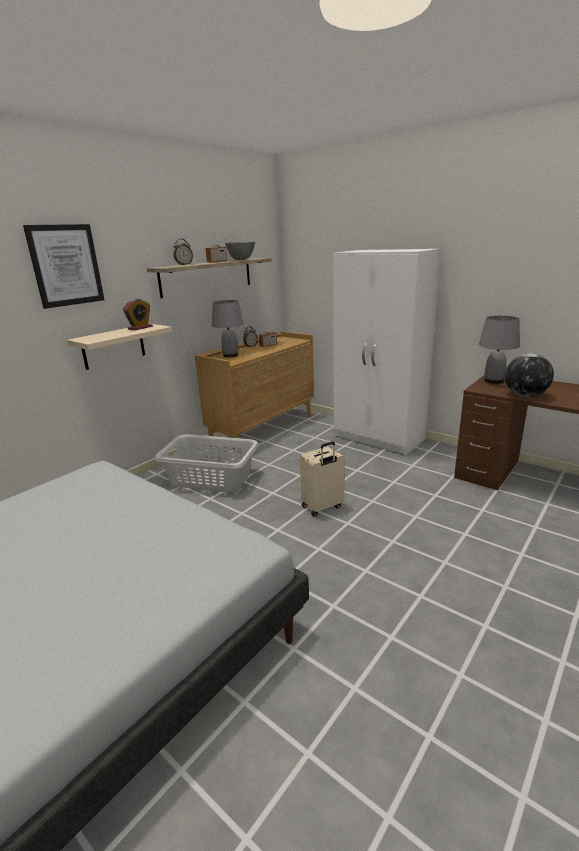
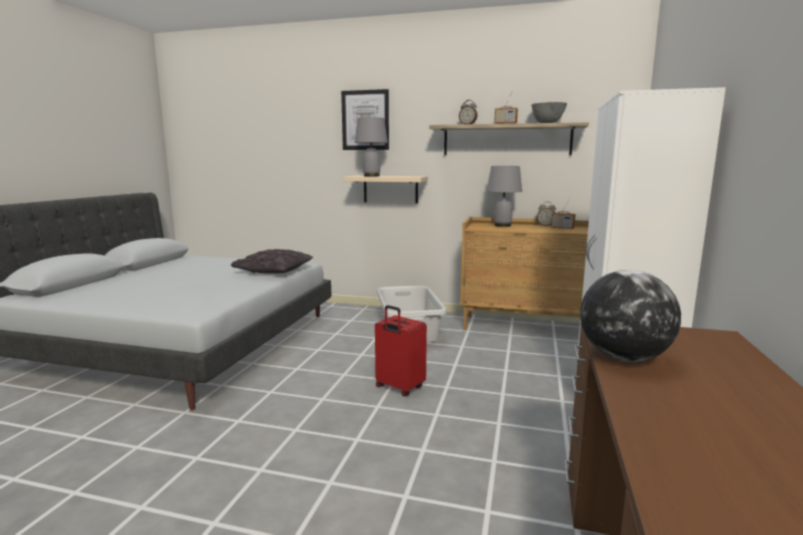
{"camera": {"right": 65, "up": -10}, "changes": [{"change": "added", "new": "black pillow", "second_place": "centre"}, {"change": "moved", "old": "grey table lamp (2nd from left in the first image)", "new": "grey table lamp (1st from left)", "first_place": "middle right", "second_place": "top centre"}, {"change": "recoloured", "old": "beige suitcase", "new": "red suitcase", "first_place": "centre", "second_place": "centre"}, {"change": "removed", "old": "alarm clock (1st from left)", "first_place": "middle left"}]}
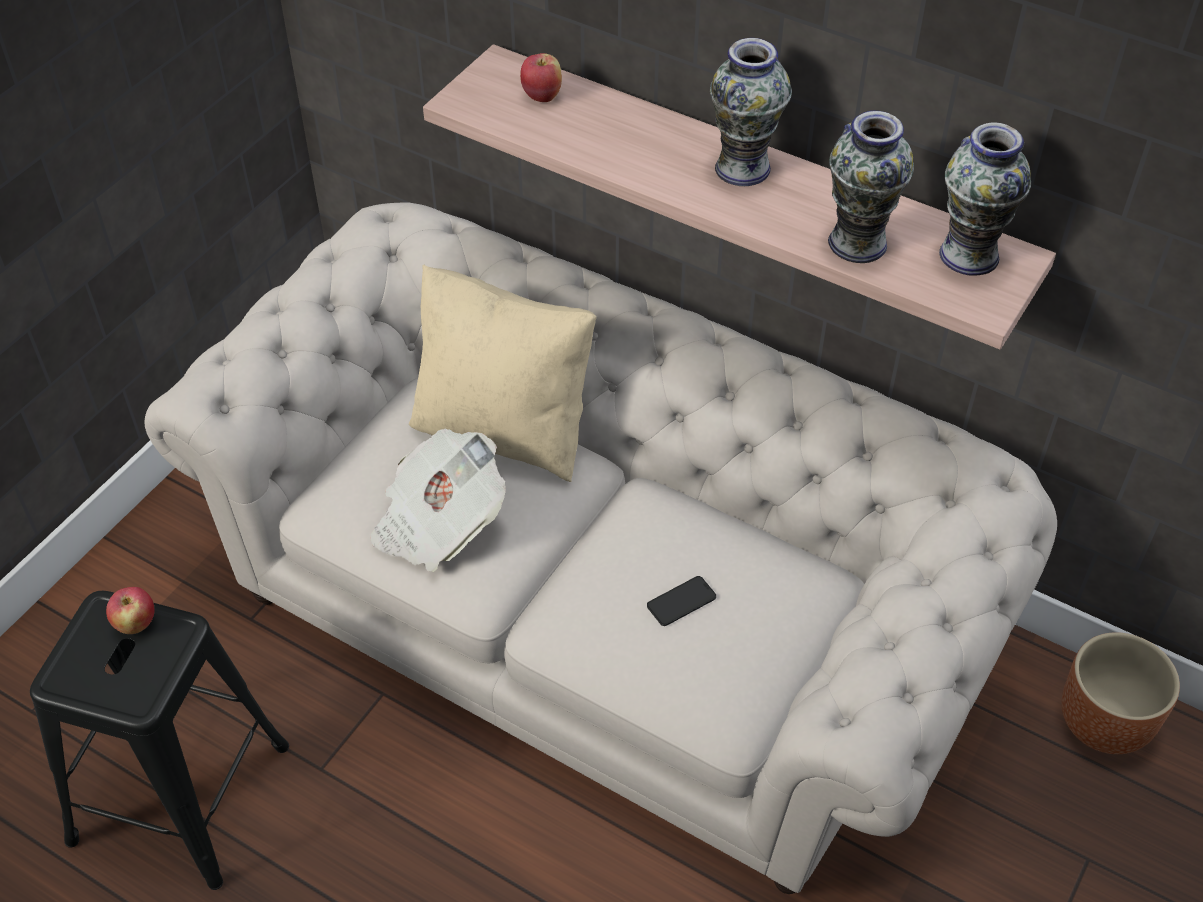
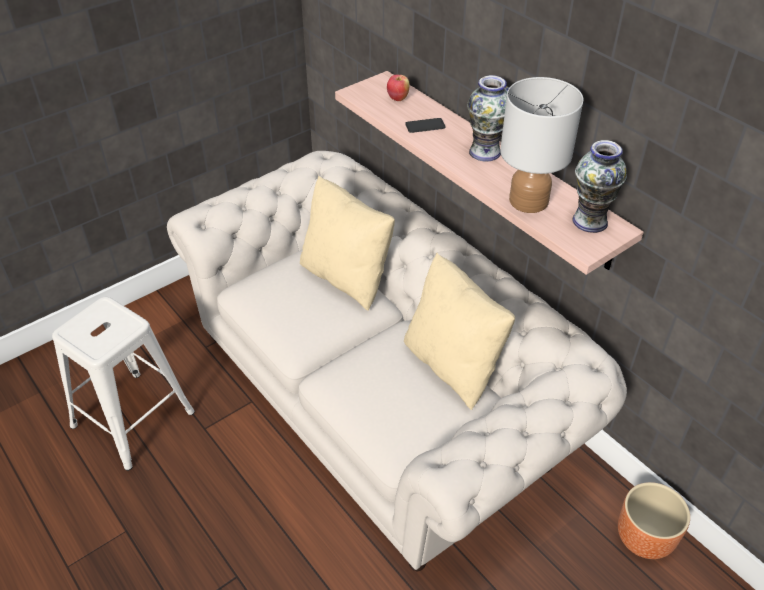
{"camera": {"right": 20, "up": -5}, "changes": [{"change": "recoloured", "old": "black stool", "new": "white stool", "first_place": "bottom left", "second_place": "middle left"}, {"change": "added", "new": "beige pillow (2nd from left)", "second_place": "centre"}, {"change": "moved", "old": "phone", "first_place": "centre", "second_place": "top centre"}, {"change": "replaced", "old": "vase (2nd from left)", "new": "grey table lamp", "first_place": "top right", "second_place": "top right"}, {"change": "removed", "old": "apple (1st from left)", "first_place": "bottom left"}, {"change": "removed", "old": "newspaper", "first_place": "centre"}]}
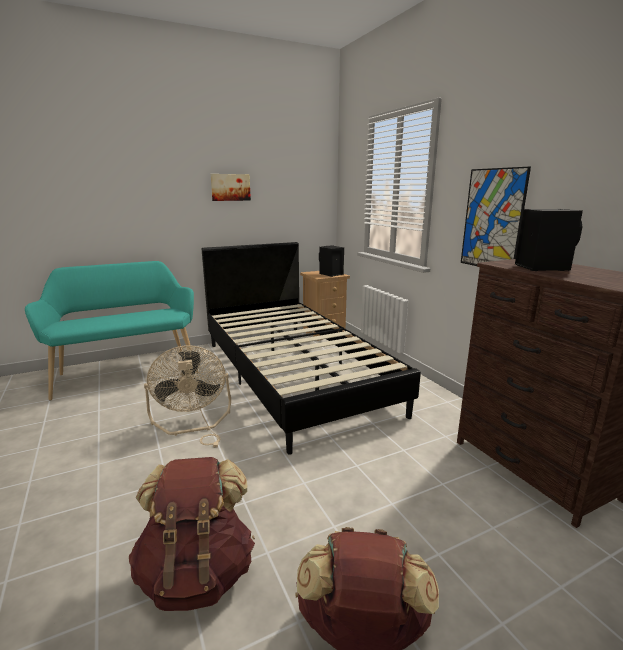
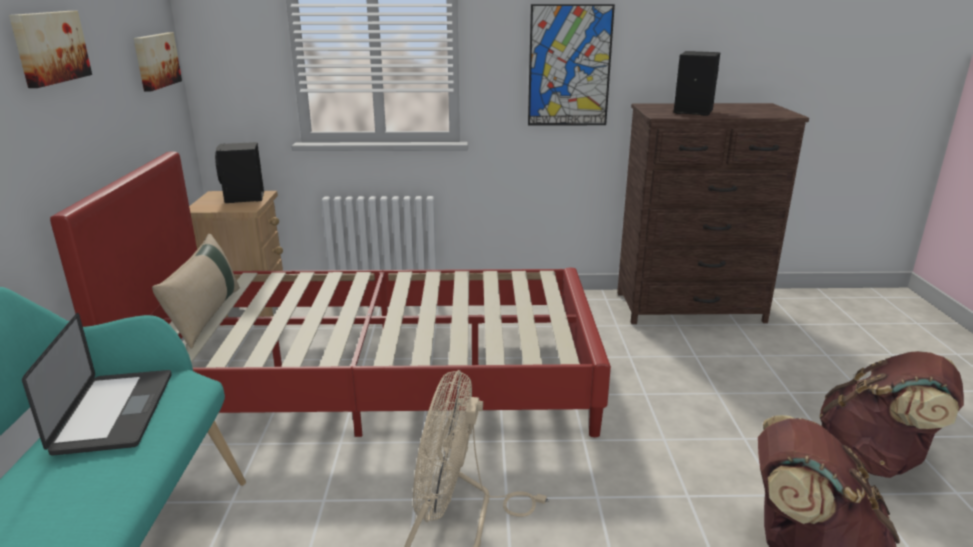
{"camera": {"right": -65, "up": 5}, "changes": [{"change": "added", "new": "laptop", "second_place": "bottom left"}, {"change": "recoloured", "old": "black bed", "new": "red bed", "first_place": "centre", "second_place": "centre"}, {"change": "added", "new": "picture (2nd from left)", "second_place": "top left"}, {"change": "added", "new": "beige pillow", "second_place": "middle left"}]}
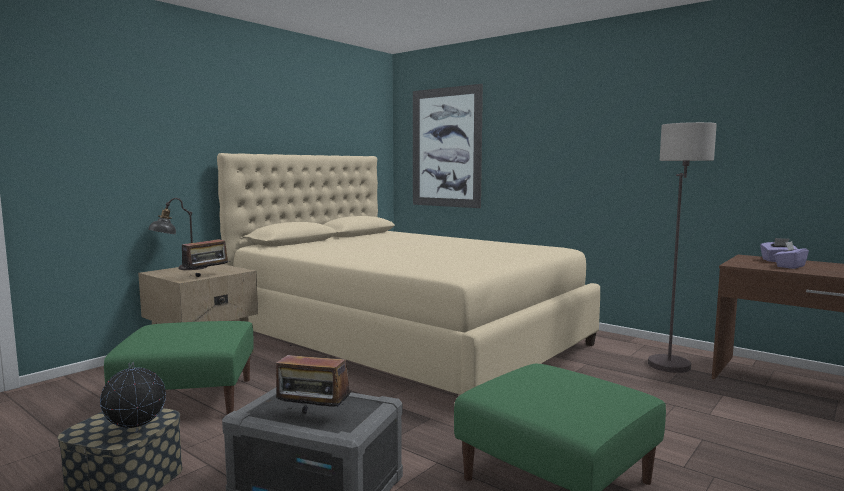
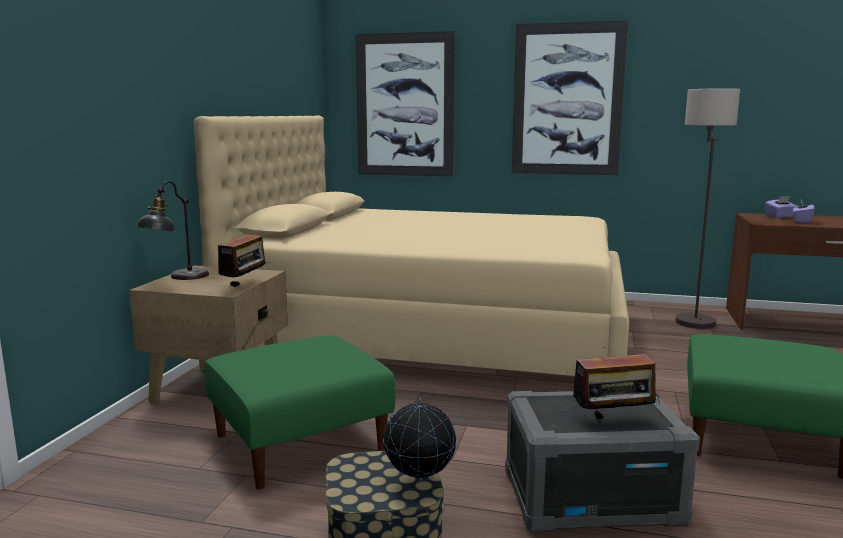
{"camera": {"right": -25, "up": 5}, "changes": [{"change": "added", "new": "picture (2nd from left)", "second_place": "top right"}]}
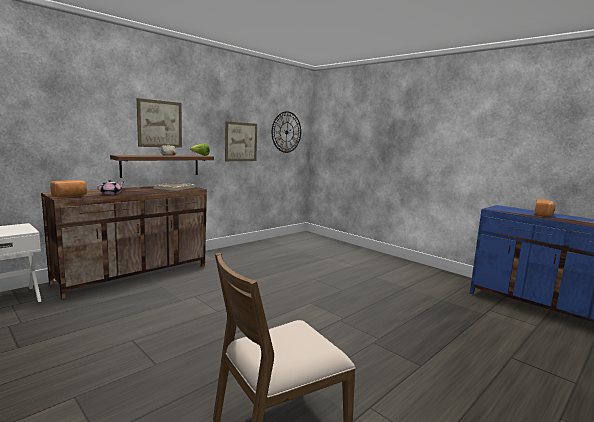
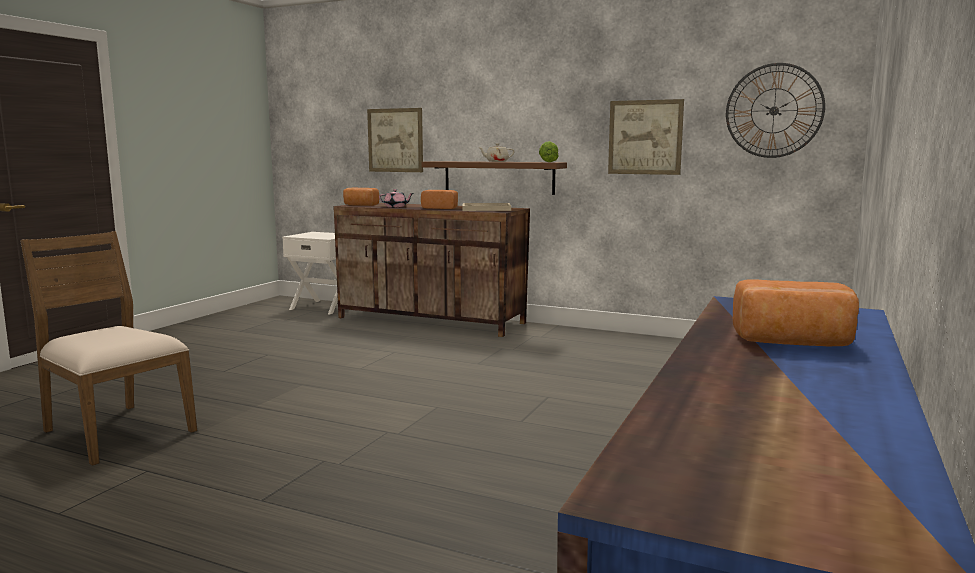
{"camera": {"right": 70, "up": 0}, "changes": [{"change": "moved", "old": "picture (1st from left)", "first_place": "top left", "second_place": "top centre"}, {"change": "added", "new": "bread (2nd from left)", "second_place": "centre"}]}
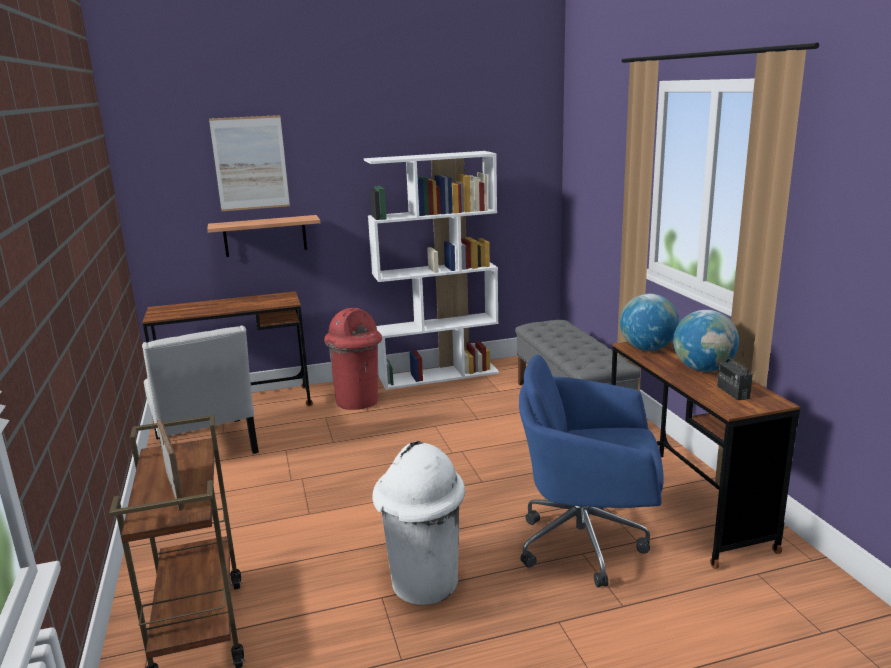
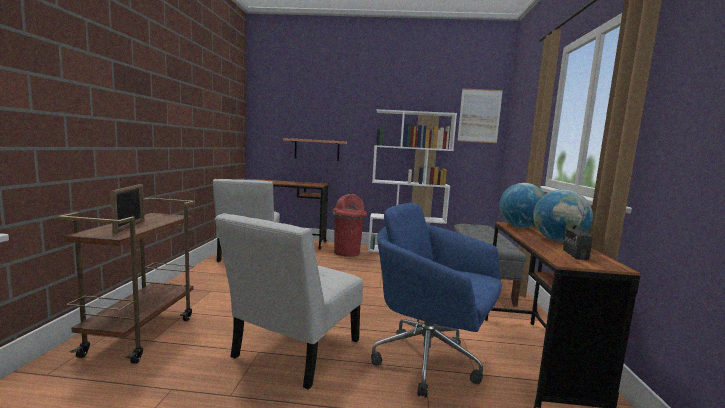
{"camera": {"right": 20, "up": -10}, "changes": [{"change": "replaced", "old": "white trash can", "new": "white chair (2nd from left)", "first_place": "bottom centre", "second_place": "bottom centre"}, {"change": "moved", "old": "picture", "first_place": "top left", "second_place": "top centre"}]}
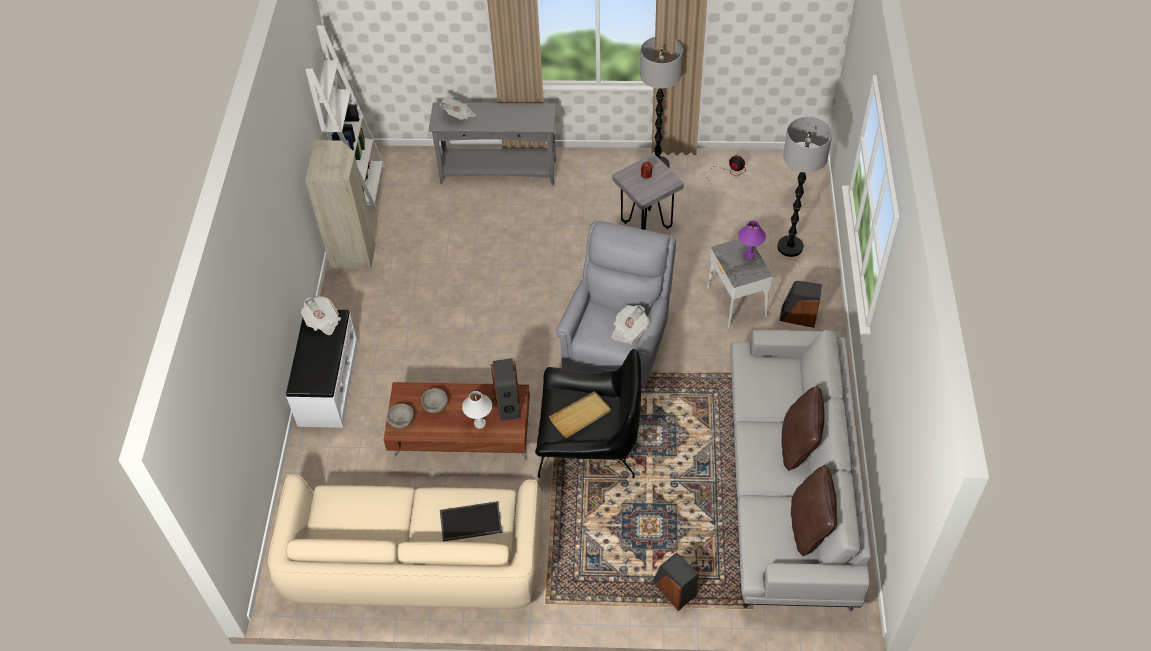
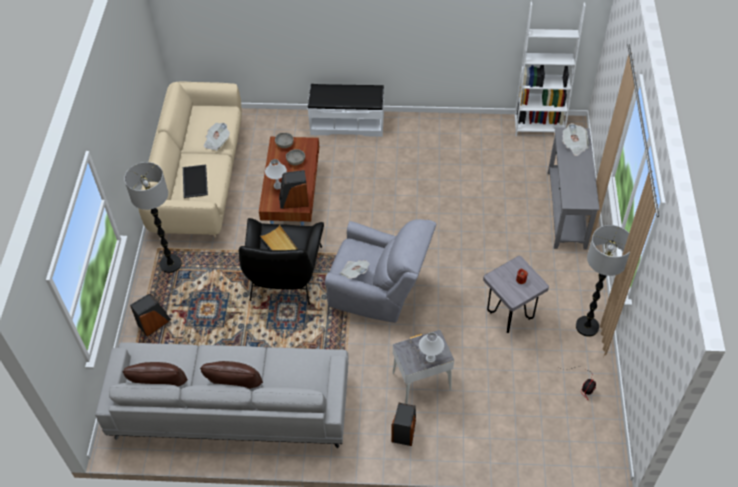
{"camera": {"right": 90, "up": 0}, "changes": [{"change": "moved", "old": "floor lamp (2nd from left in the first image)", "new": "floor lamp (1st from left)", "first_place": "top right", "second_place": "middle left"}, {"change": "moved", "old": "newspaper (1st from left)", "first_place": "middle left", "second_place": "top left"}, {"change": "recoloured", "old": "purple table lamp", "new": "white table lamp (2nd from left)", "first_place": "centre", "second_place": "bottom centre"}, {"change": "removed", "old": "beige cabinet", "first_place": "top left"}]}
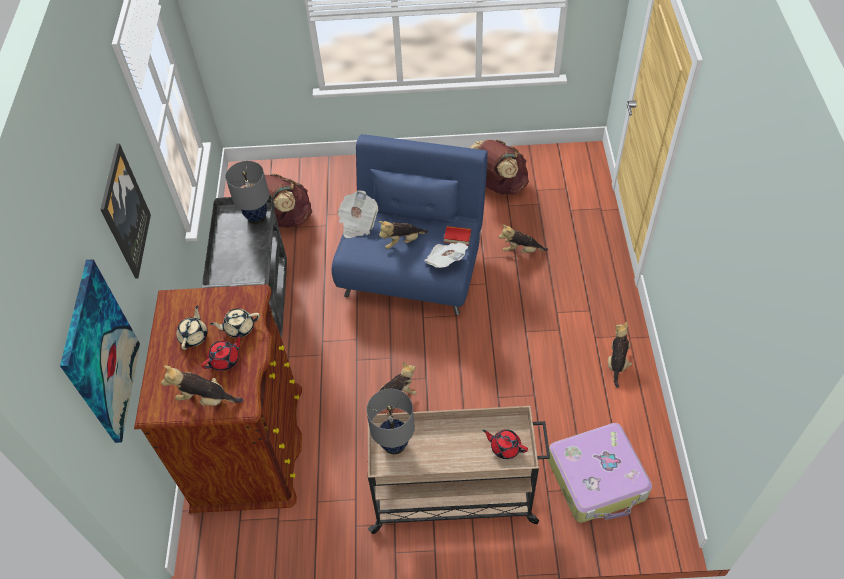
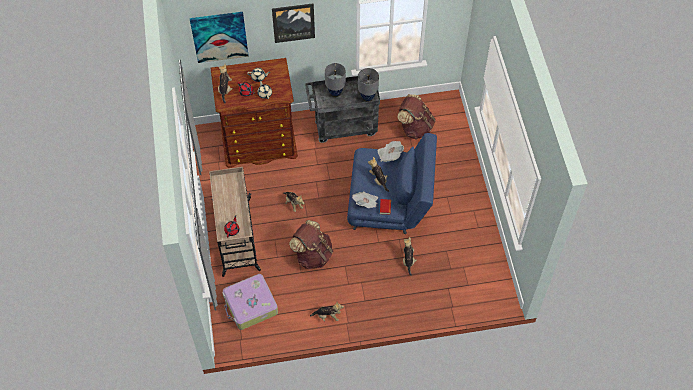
{"camera": {"right": 80, "up": 5}, "changes": [{"change": "moved", "old": "brown backpack (2nd from left in the first image)", "new": "brown backpack (1st from left)", "first_place": "top centre", "second_place": "centre"}, {"change": "moved", "old": "grey table lamp (2nd from left in the first image)", "new": "grey table lamp (1st from left)", "first_place": "bottom centre", "second_place": "top centre"}]}
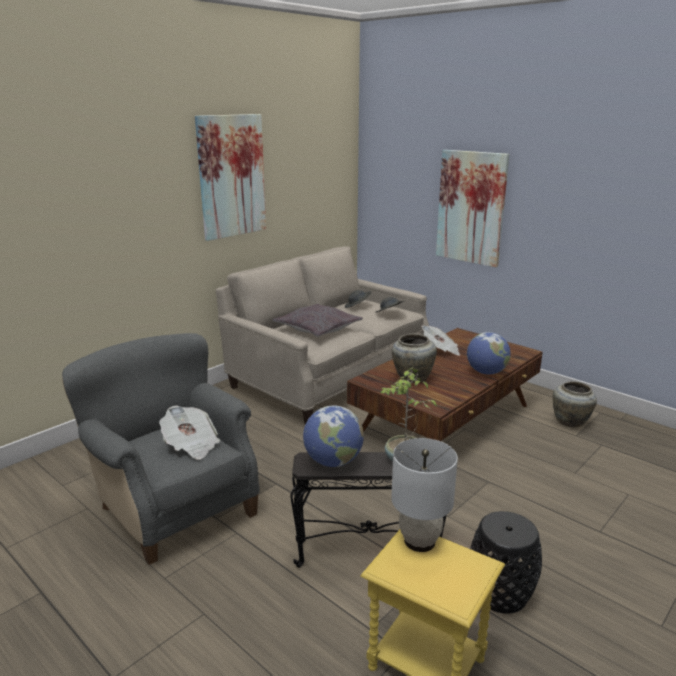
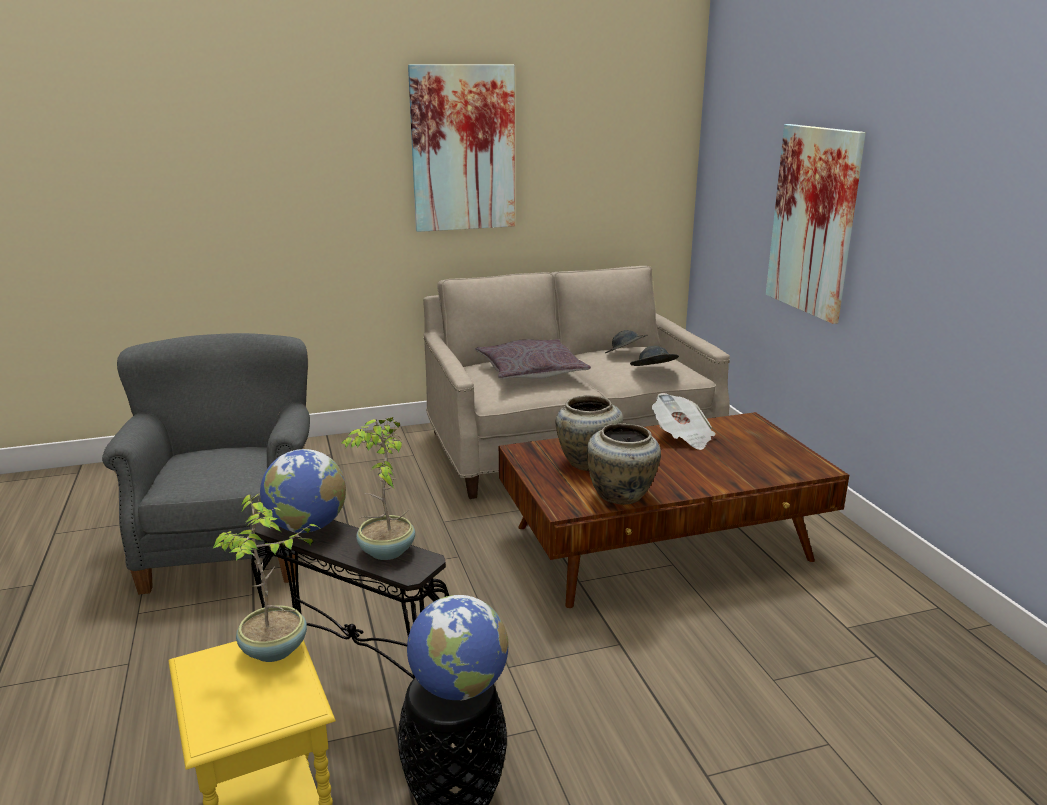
{"camera": {"right": 30, "up": 0}, "changes": [{"change": "replaced", "old": "white table lamp", "new": "potted plant (1st from left)", "first_place": "bottom centre", "second_place": "bottom left"}, {"change": "moved", "old": "globe (2nd from left)", "first_place": "middle right", "second_place": "bottom centre"}, {"change": "moved", "old": "beige vase (2nd from left)", "first_place": "middle right", "second_place": "centre"}, {"change": "removed", "old": "newspaper (1st from left)", "first_place": "middle left"}]}
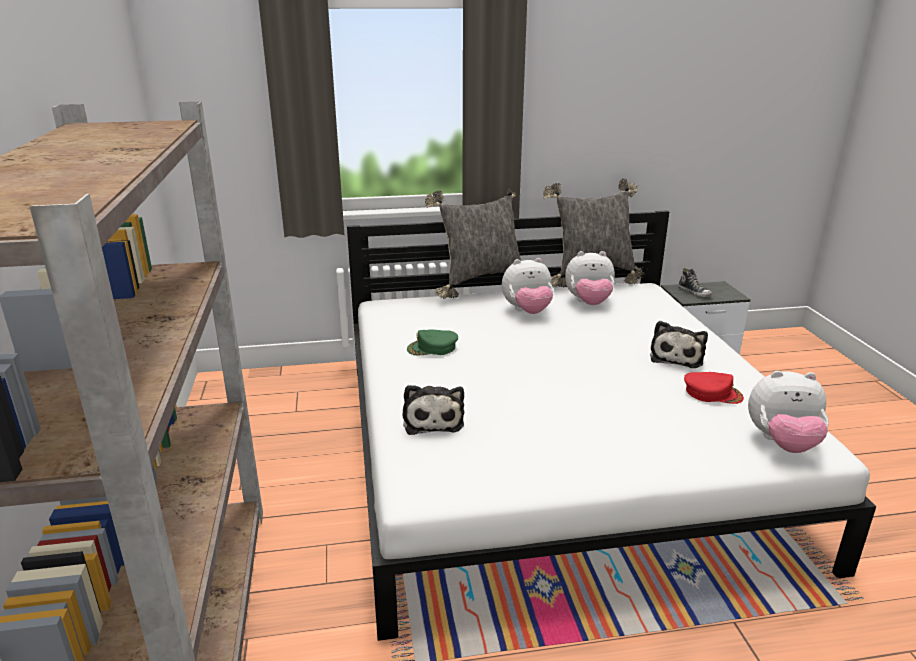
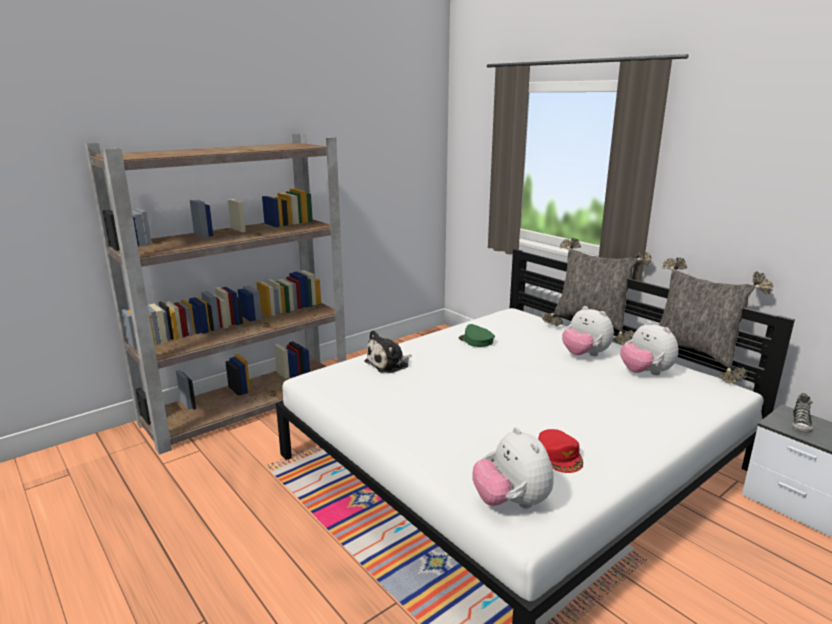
{"camera": {"right": 60, "up": -5}, "changes": [{"change": "removed", "old": "plush toy (4th from left)", "first_place": "middle right"}]}
